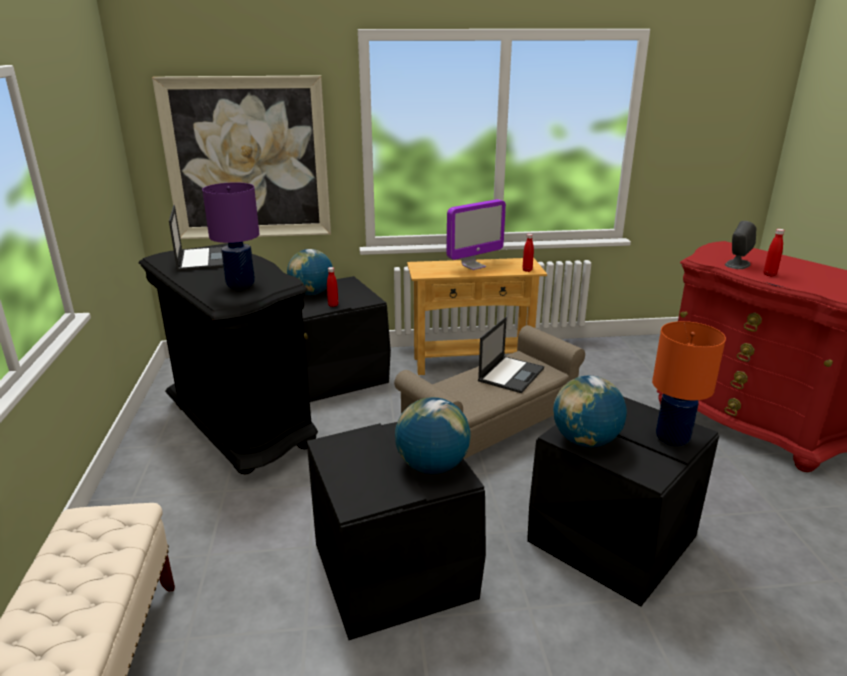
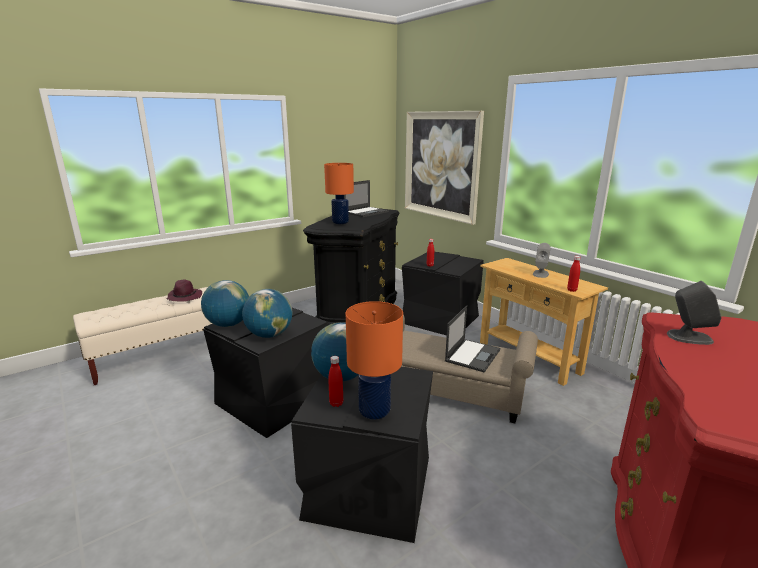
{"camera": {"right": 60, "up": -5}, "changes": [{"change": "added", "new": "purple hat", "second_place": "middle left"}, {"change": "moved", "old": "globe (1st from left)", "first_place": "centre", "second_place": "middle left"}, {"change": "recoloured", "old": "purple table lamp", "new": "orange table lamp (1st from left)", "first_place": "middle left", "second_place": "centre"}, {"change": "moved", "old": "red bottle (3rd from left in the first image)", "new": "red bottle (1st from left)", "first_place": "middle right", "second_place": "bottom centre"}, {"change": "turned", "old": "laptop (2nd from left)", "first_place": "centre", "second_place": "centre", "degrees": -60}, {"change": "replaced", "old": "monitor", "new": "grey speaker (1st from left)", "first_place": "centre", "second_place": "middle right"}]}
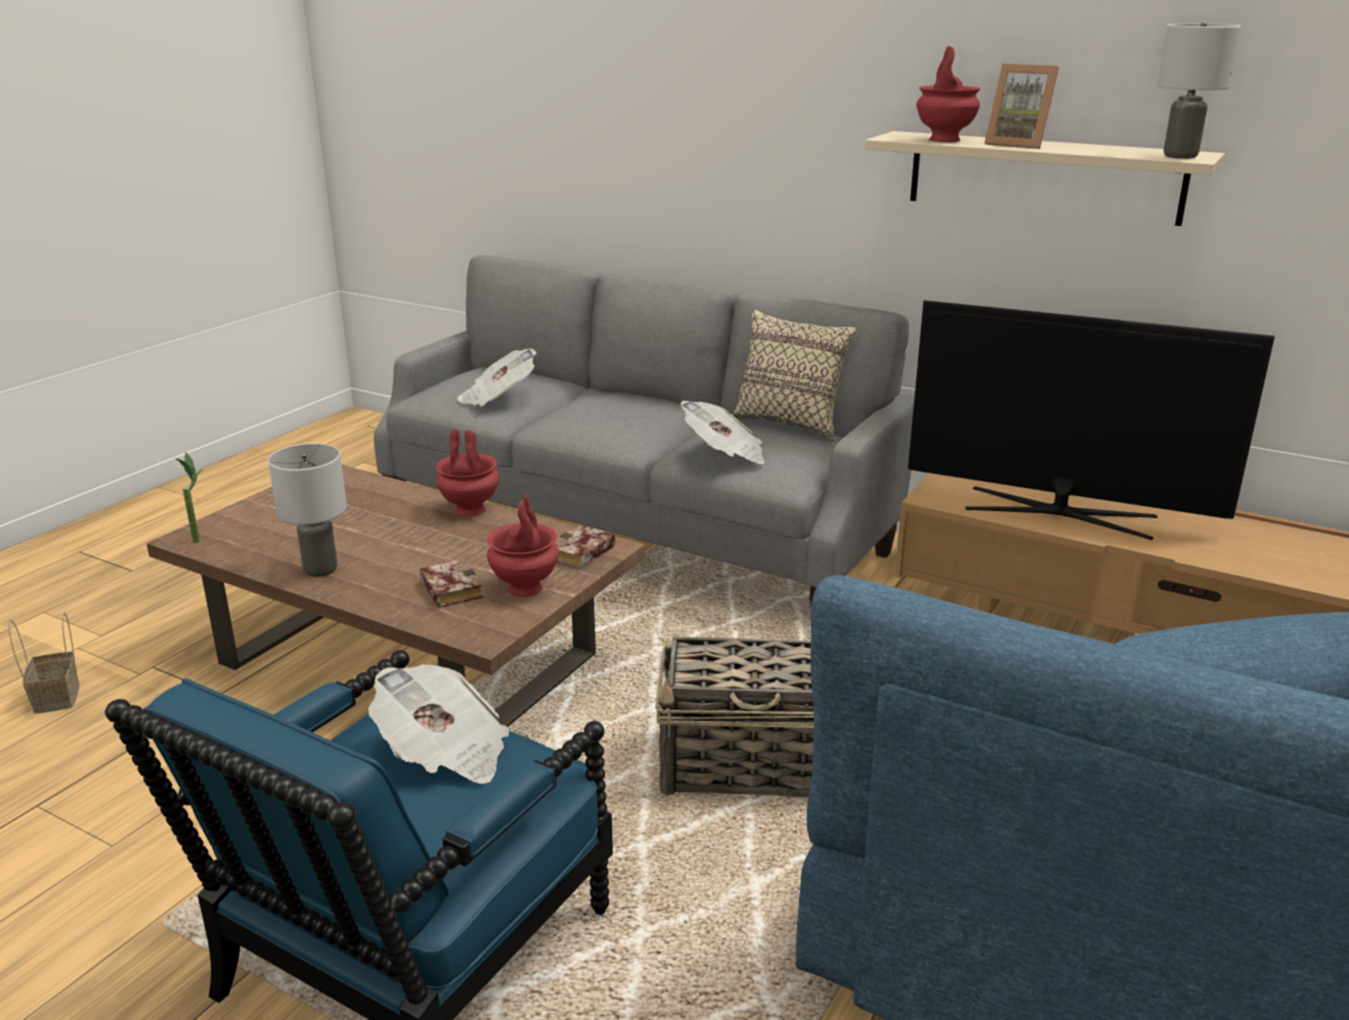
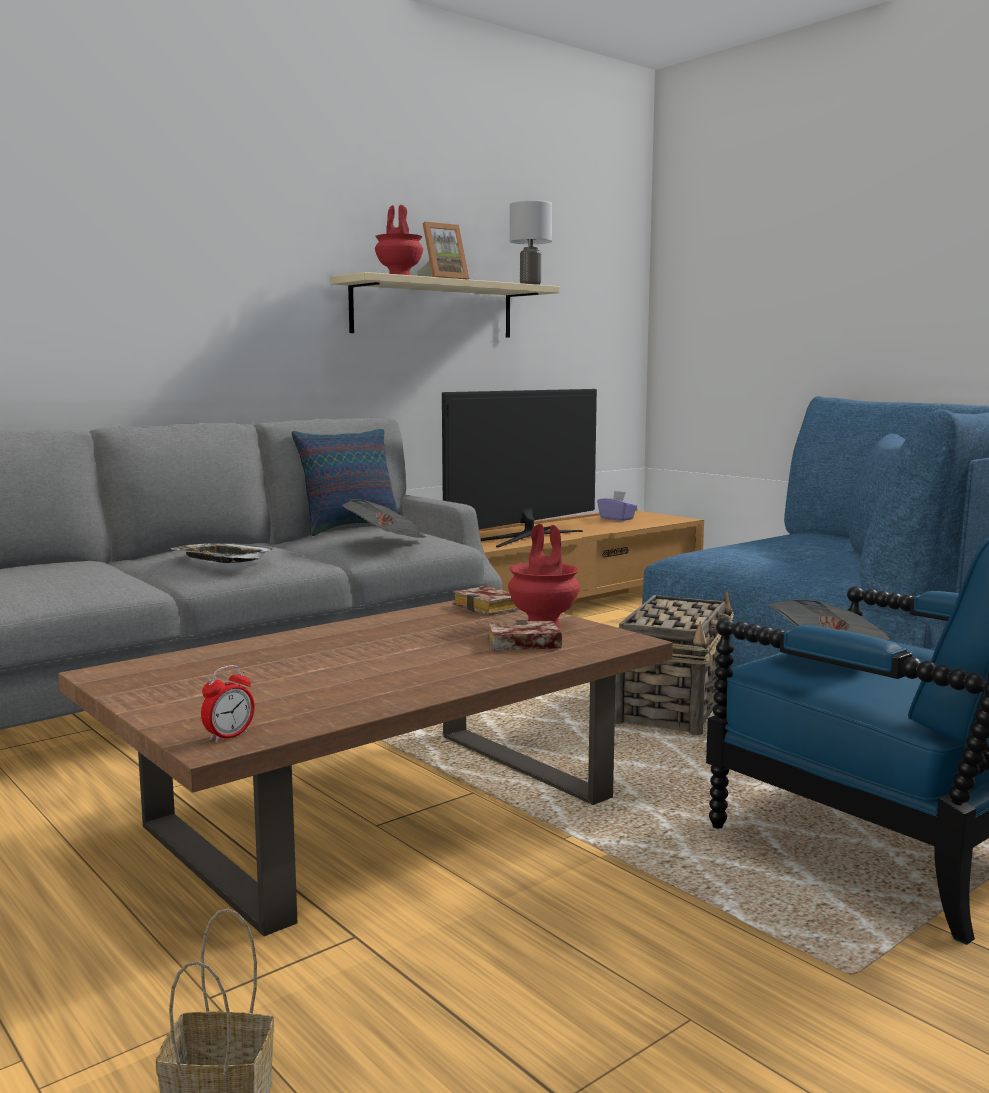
{"camera": {"right": -70, "up": -15}, "changes": [{"change": "added", "new": "tray", "second_place": "middle left"}, {"change": "replaced", "old": "potted plant", "new": "alarm clock", "first_place": "middle left", "second_place": "middle left"}, {"change": "recoloured", "old": "beige pillow", "new": "blue pillow", "first_place": "centre", "second_place": "centre"}, {"change": "added", "new": "purple tissue box", "second_place": "centre"}, {"change": "removed", "old": "white table lamp (1st from left)", "first_place": "middle left"}, {"change": "removed", "old": "red vase (1st from left)", "first_place": "centre"}, {"change": "removed", "old": "newspaper (2nd from left)", "first_place": "centre"}]}
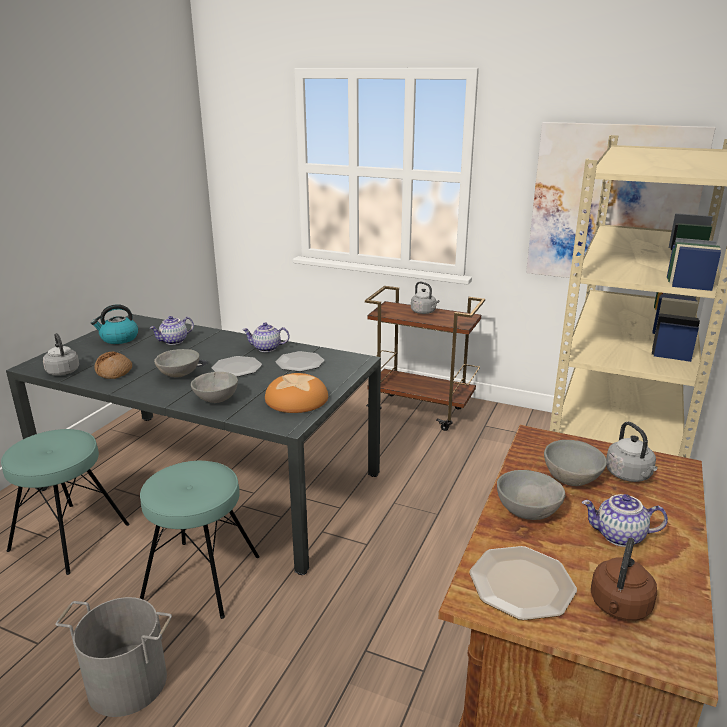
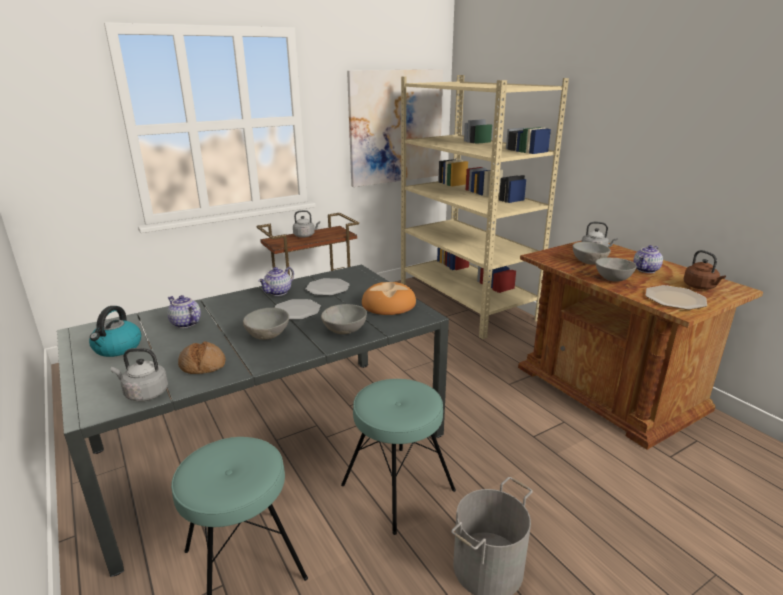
{"camera": {"right": -55, "up": 0}, "changes": [{"change": "turned", "old": "teapot (1st from left)", "first_place": "middle left", "second_place": "middle left", "degrees": 135}]}
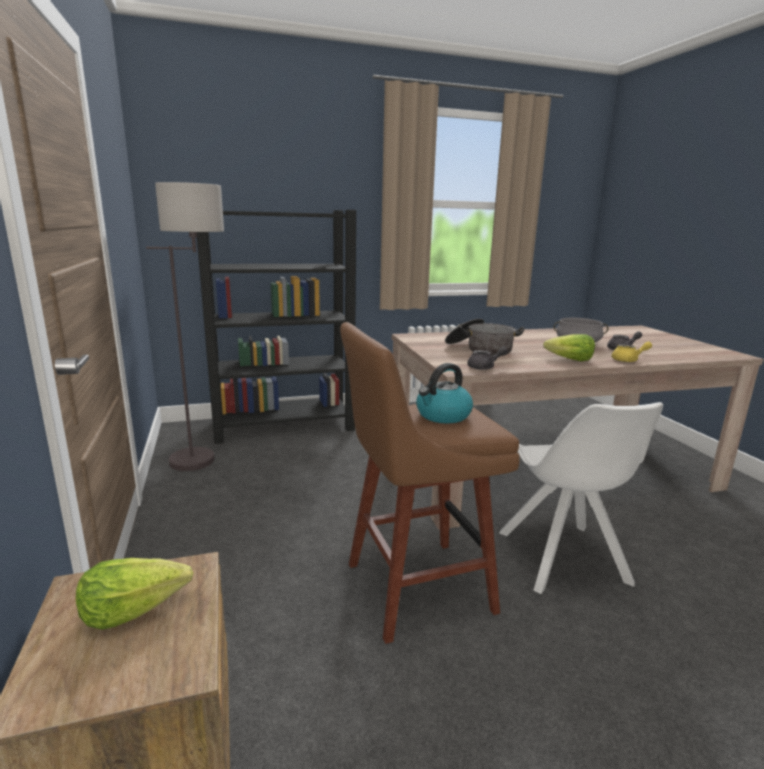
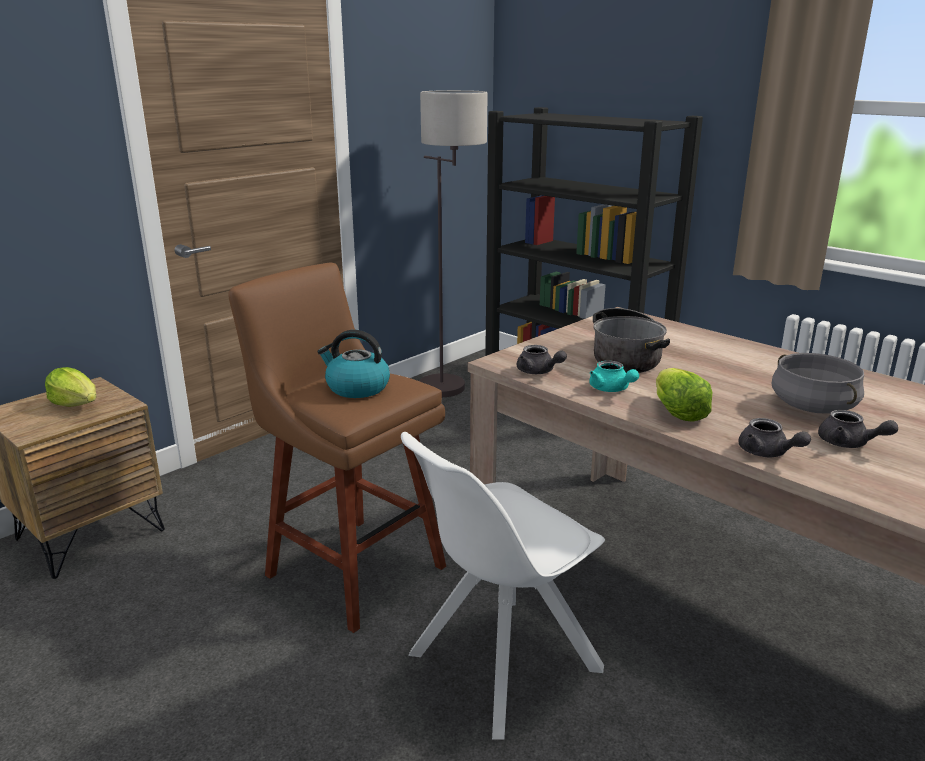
{"camera": {"right": 60, "up": 5}, "changes": [{"change": "added", "new": "turquoise teapot", "second_place": "centre"}, {"change": "recoloured", "old": "yellow teapot", "new": "grey teapot (2nd from left)", "first_place": "middle right", "second_place": "middle right"}]}
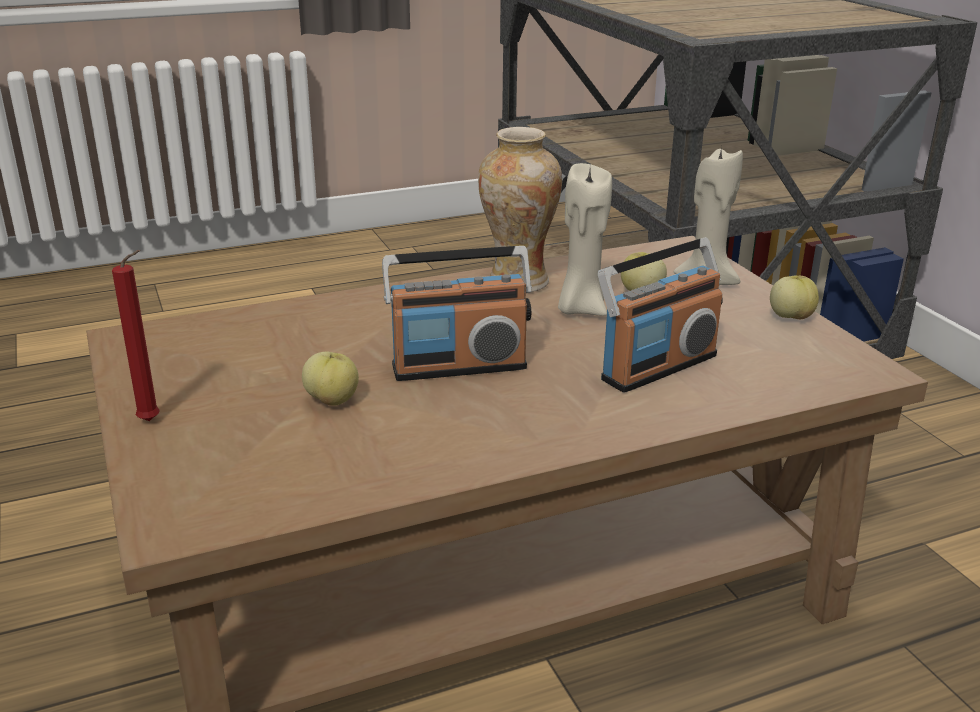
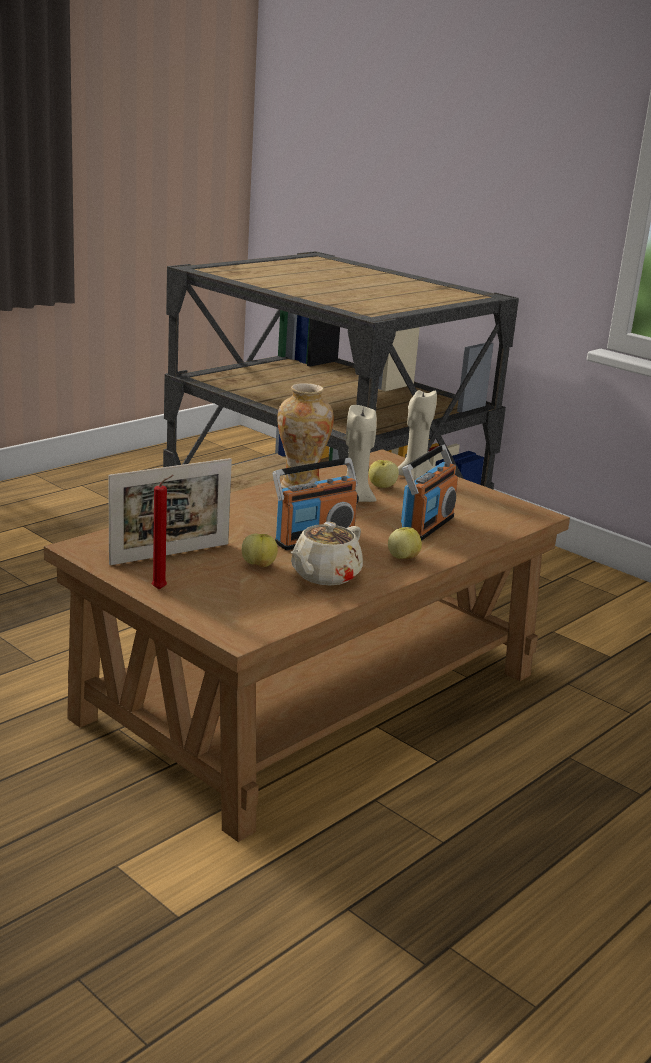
{"camera": {"right": -25, "up": -5}, "changes": [{"change": "added", "new": "picture frame", "second_place": "middle left"}, {"change": "added", "new": "beige teapot", "second_place": "centre"}, {"change": "moved", "old": "apple (3rd from left)", "first_place": "middle right", "second_place": "centre"}]}
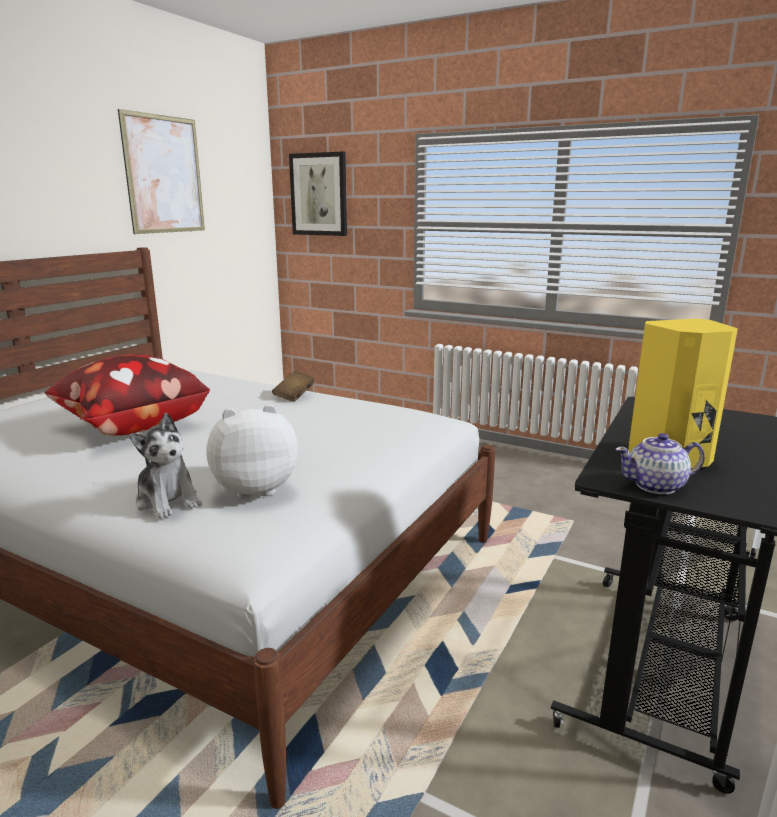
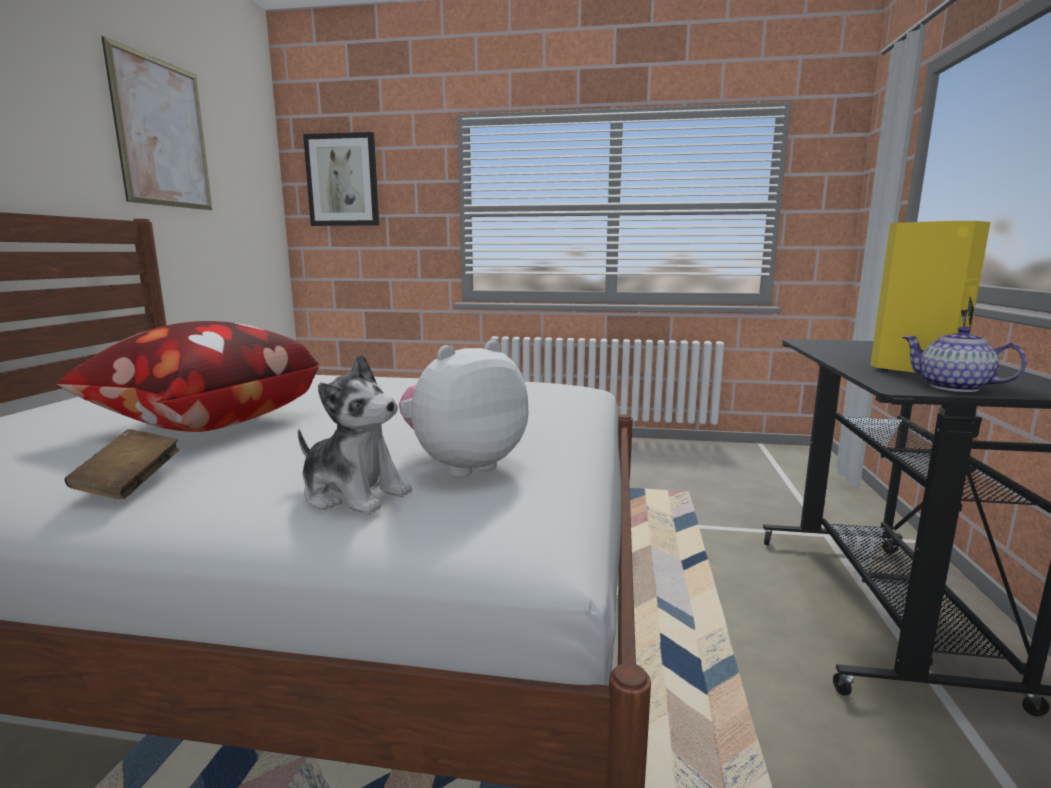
{"camera": {"right": -20, "up": -5}, "changes": [{"change": "moved", "old": "brown book", "first_place": "centre", "second_place": "middle left"}, {"change": "turned", "old": "teapot", "first_place": "middle right", "second_place": "middle right", "degrees": 75}]}
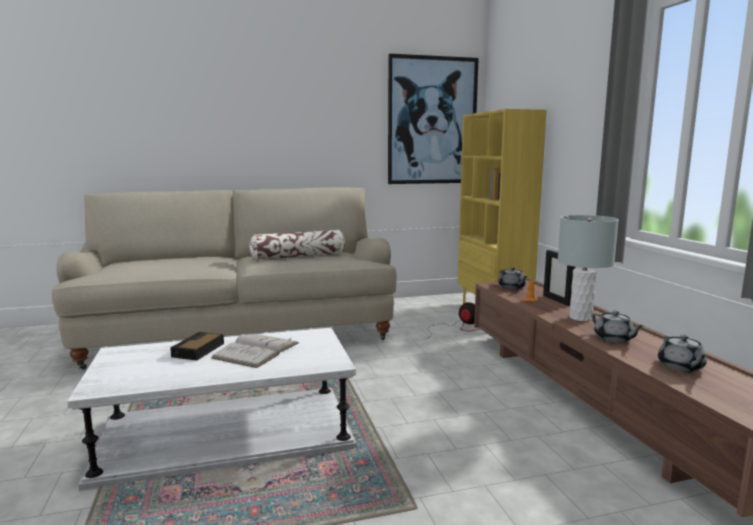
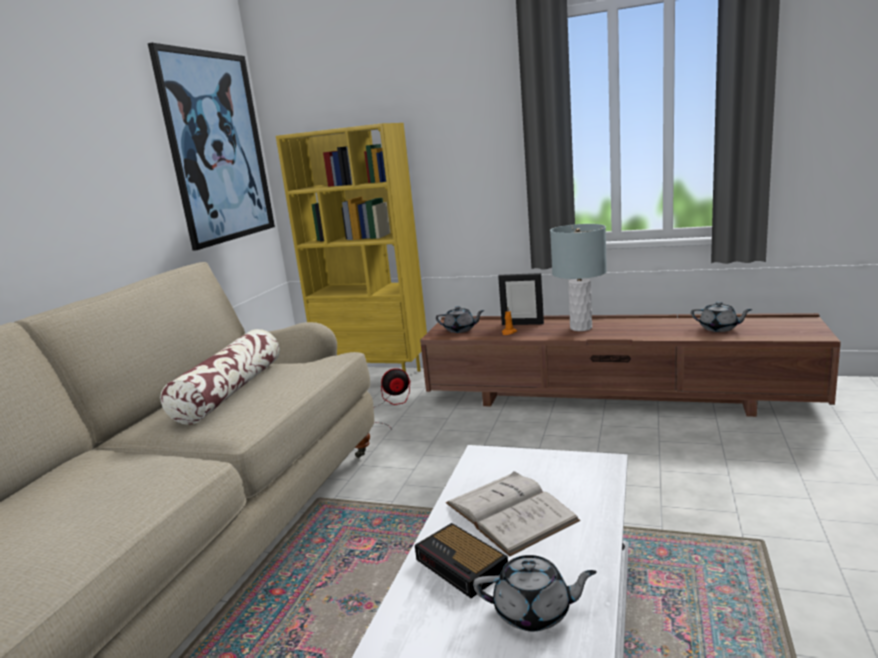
{"camera": {"right": -55, "up": 5}, "changes": [{"change": "moved", "old": "grey teapot (2nd from left)", "first_place": "middle right", "second_place": "bottom centre"}]}
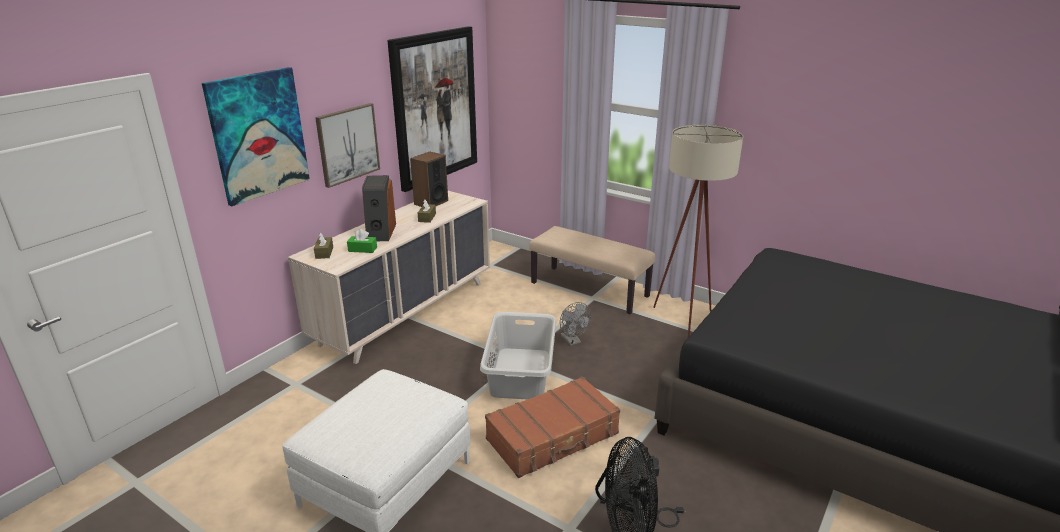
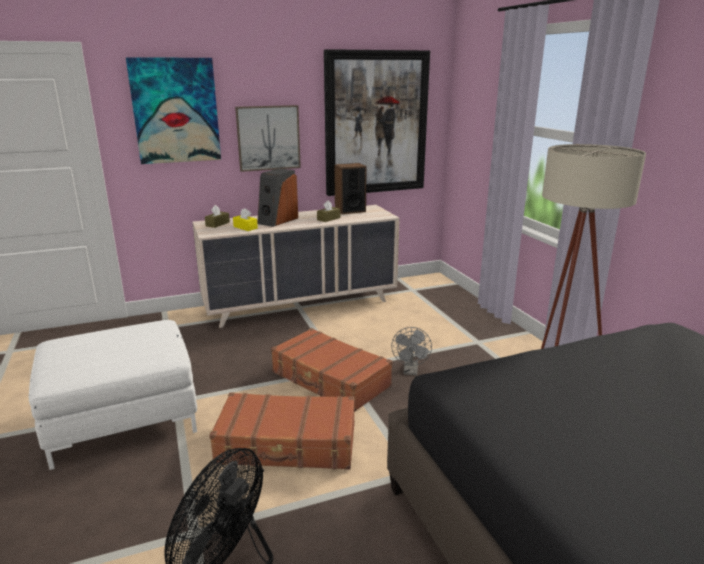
{"camera": {"right": 35, "up": -5}, "changes": [{"change": "recoloured", "old": "green tissue box", "new": "yellow tissue box", "first_place": "centre", "second_place": "centre"}, {"change": "replaced", "old": "grey laundry basket", "new": "brown suitcase (2nd from left)", "first_place": "bottom centre", "second_place": "centre"}, {"change": "removed", "old": "beige bench", "first_place": "centre"}]}
